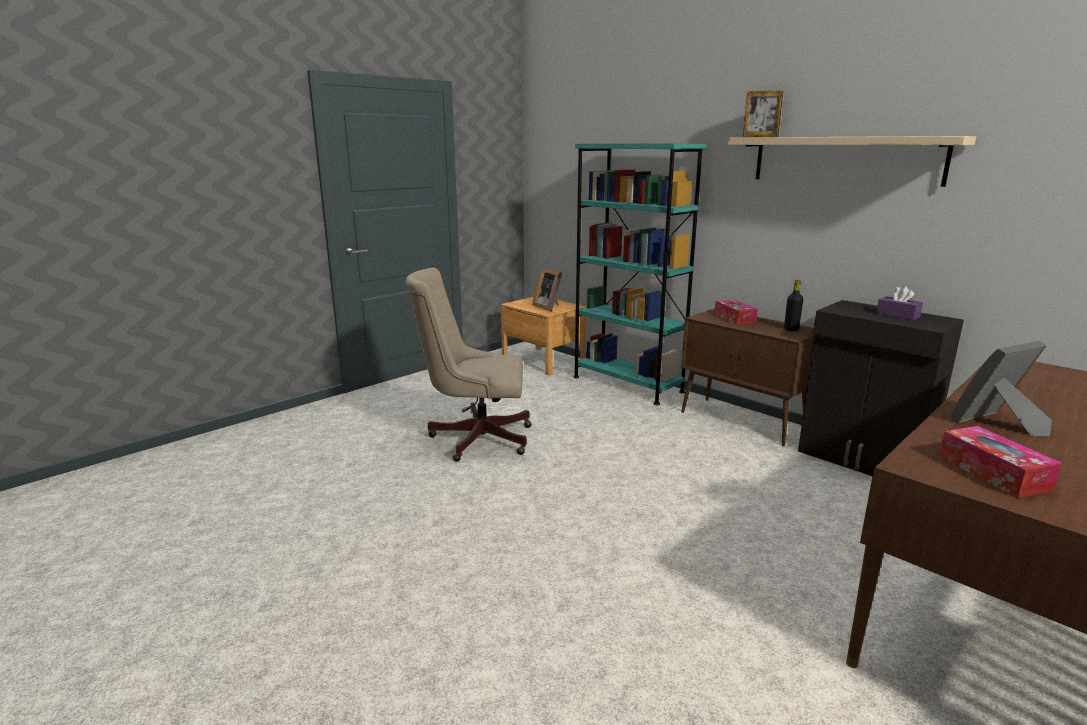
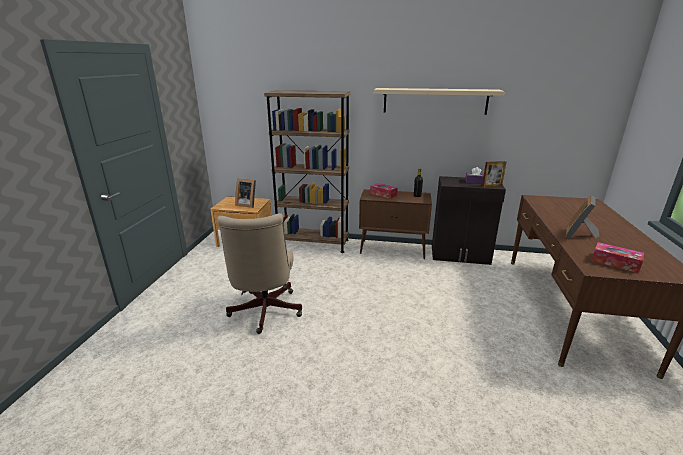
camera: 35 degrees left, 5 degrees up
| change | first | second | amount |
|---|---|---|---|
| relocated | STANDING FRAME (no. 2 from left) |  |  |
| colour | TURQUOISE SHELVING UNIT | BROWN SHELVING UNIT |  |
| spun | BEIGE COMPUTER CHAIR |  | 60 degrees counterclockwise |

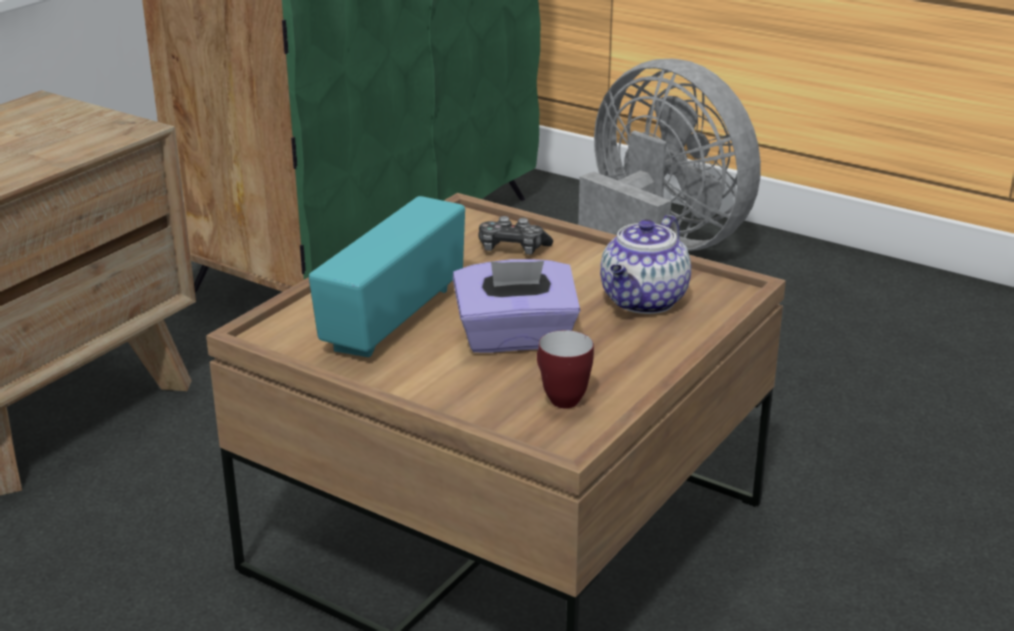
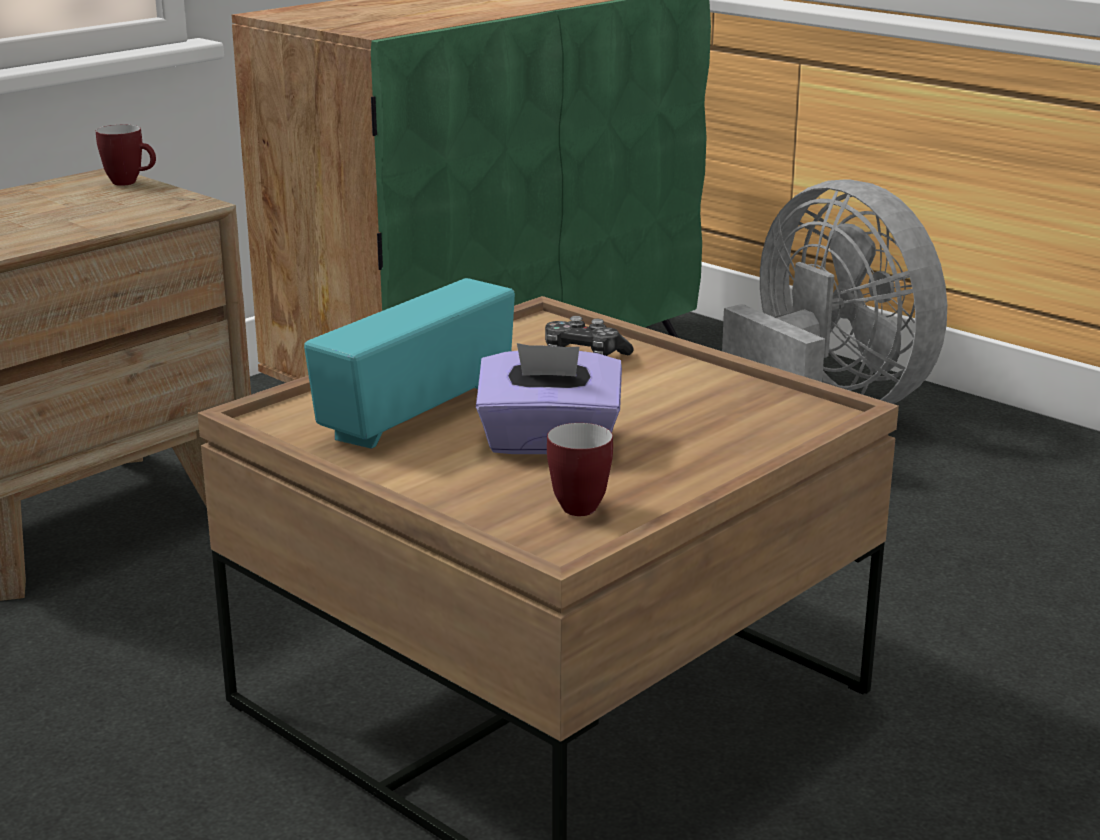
camera: 10 degrees right, 5 degrees down
| change | first | second | amount |
|---|---|---|---|
| missing | TEA POT |  |  |
| appeared |  | TEA MUG (no. 1 from left) |  |

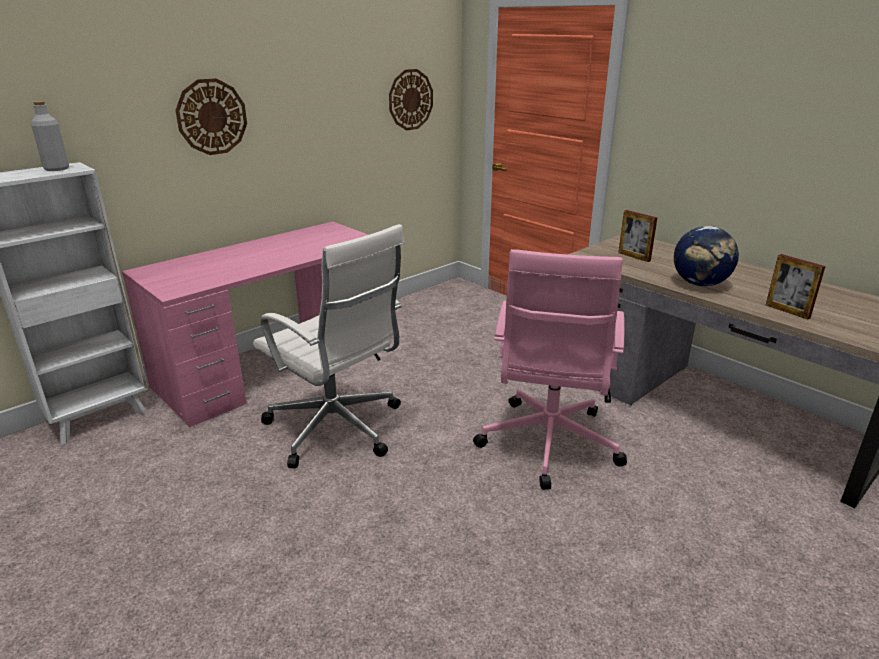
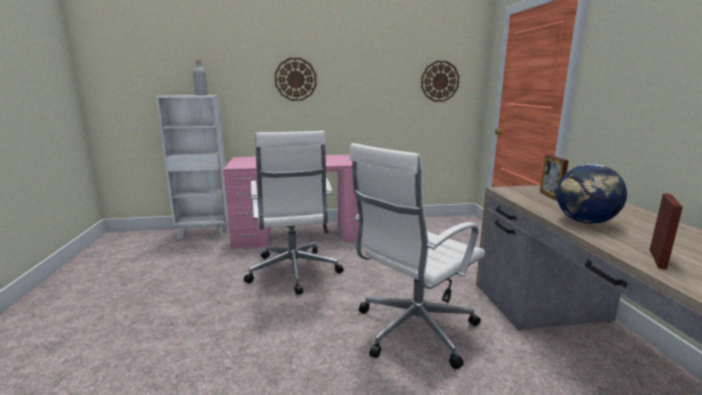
camera: 35 degrees right, 10 degrees down
| change | first | second | amount |
|---|---|---|---|
| colour | PINK-COLOURED COMPUTER CHAIR | WHITISH COMPUTER CHAIR (no. 2 from left) |  |
| spun | STANDING FRAME (no. 2 from left) |  | 150 degrees counterclockwise |

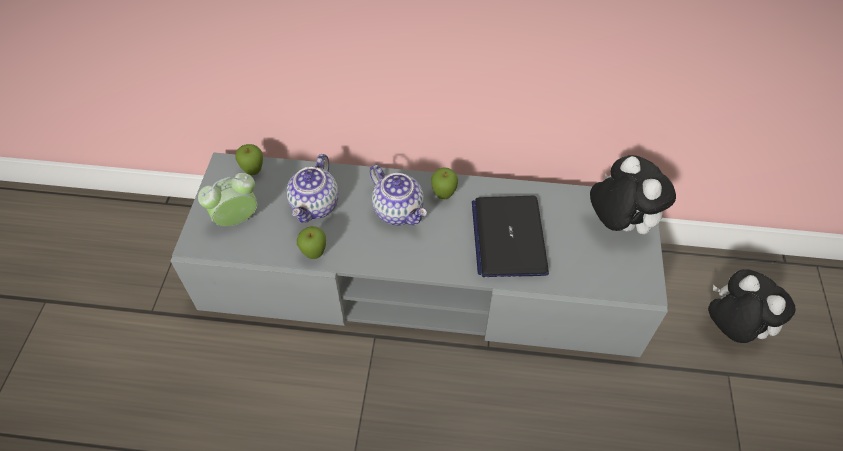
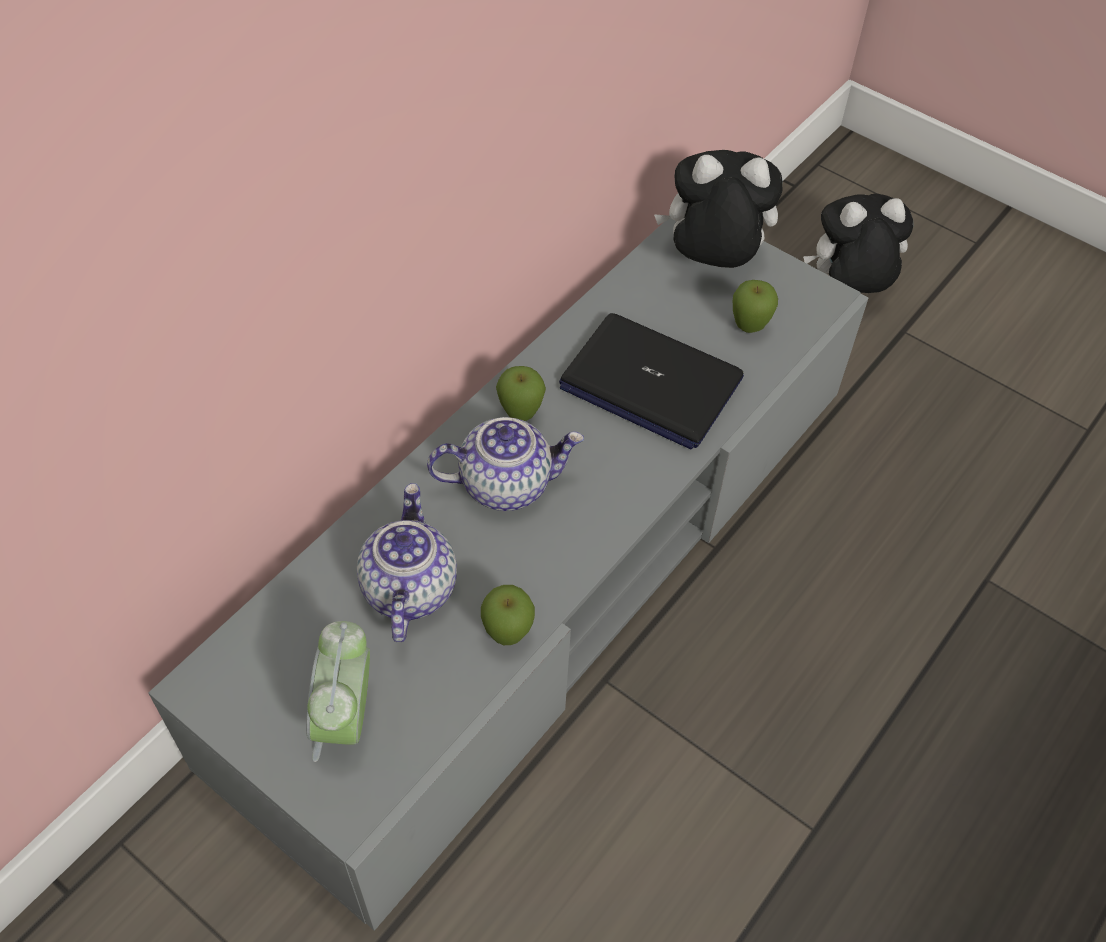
camera: 60 degrees left, 0 degrees up
| change | first | second | amount |
|---|---|---|---|
| relocated | APPLE (no. 1 from left in the first image) | APPLE (no. 3 from left) |  |
| spun | TEA POT (no. 1 from left) |  | 135 degrees counterclockwise |

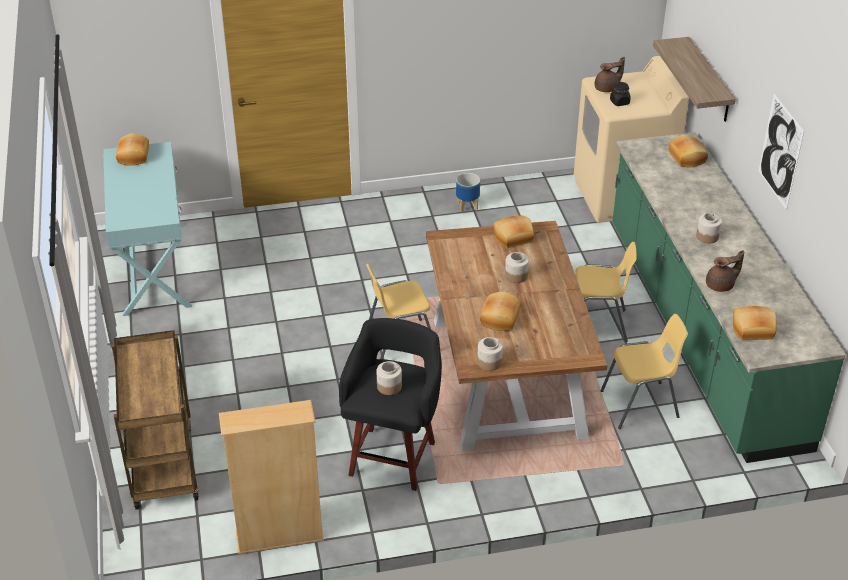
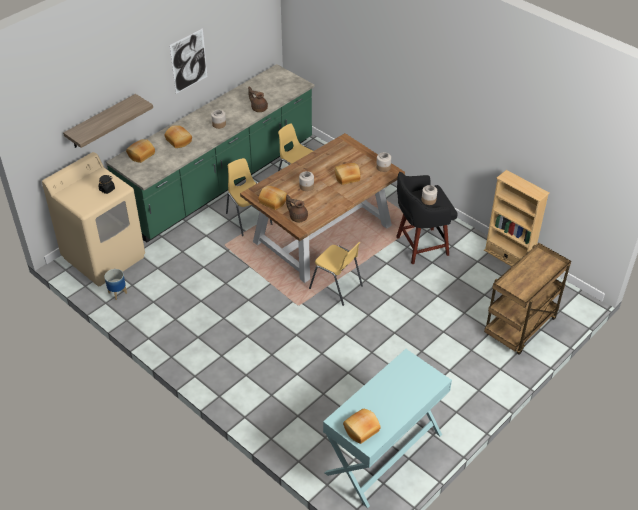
camera: 125 degrees left, 5 degrees up
| change | first | second | amount |
|---|---|---|---|
| relocated | PLANT POT |  |  |
| relocated | BROWN TEA POT (no. 1 from left in the first image) | BROWN TEA POT (no. 2 from left) |  |
| relocated | BAKERY BREAD (no. 5 from left in the first image) | BAKERY BREAD (no. 2 from left) |  |

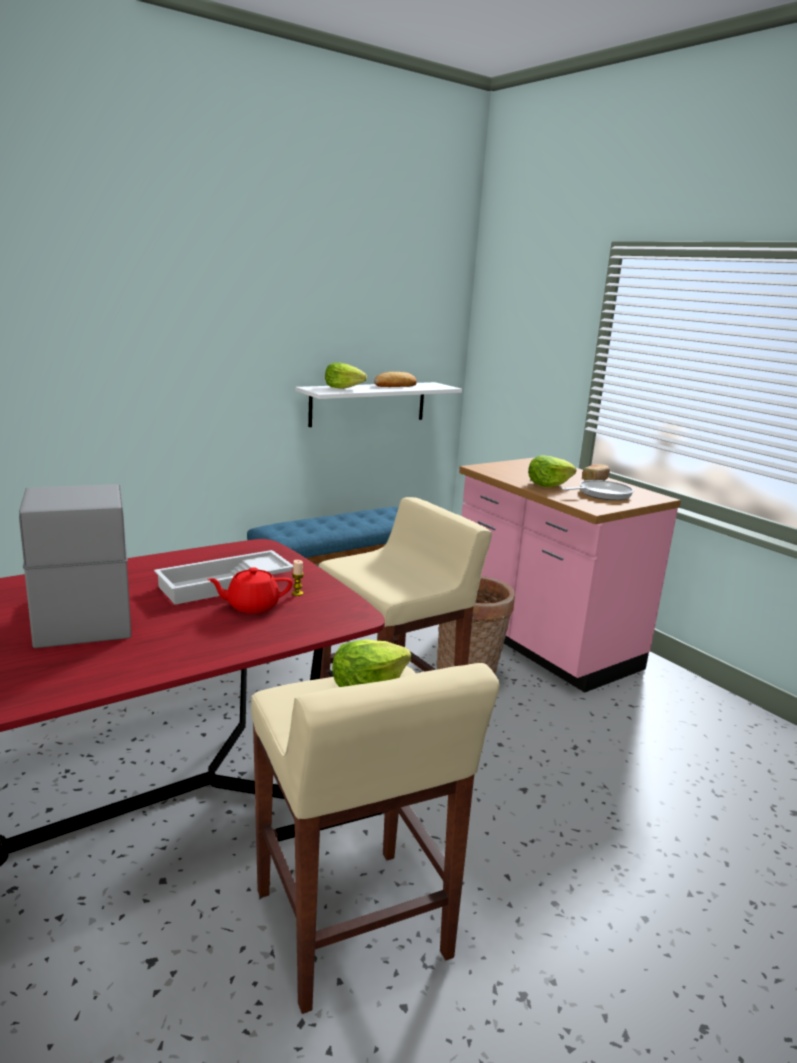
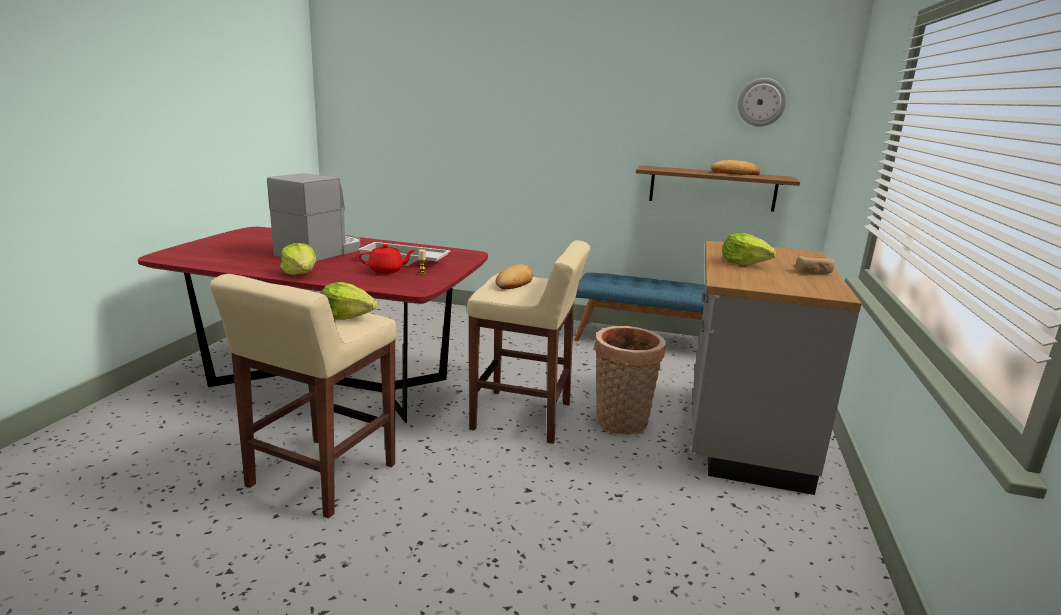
camera: 50 degrees right, 0 degrees up
| change | first | second | amount |
|---|---|---|---|
| missing | PAN |  |  |
| appeared |  | BAKERY BREAD (no. 1 from left) |  |
| appeared |  | WALL CLOCK |  |
| relocated | LETTUCE HEAD (no. 1 from left) |  |  |
| colour | WHITISH WALL SHELF | BROWN WALL SHELF |  |
| colour | PINK-COLOURED KITCHEN COUNTER | GREYISH KITCHEN COUNTER |  |
| spun | RED-COLOURED TEA POT |  | 135 degrees clockwise |

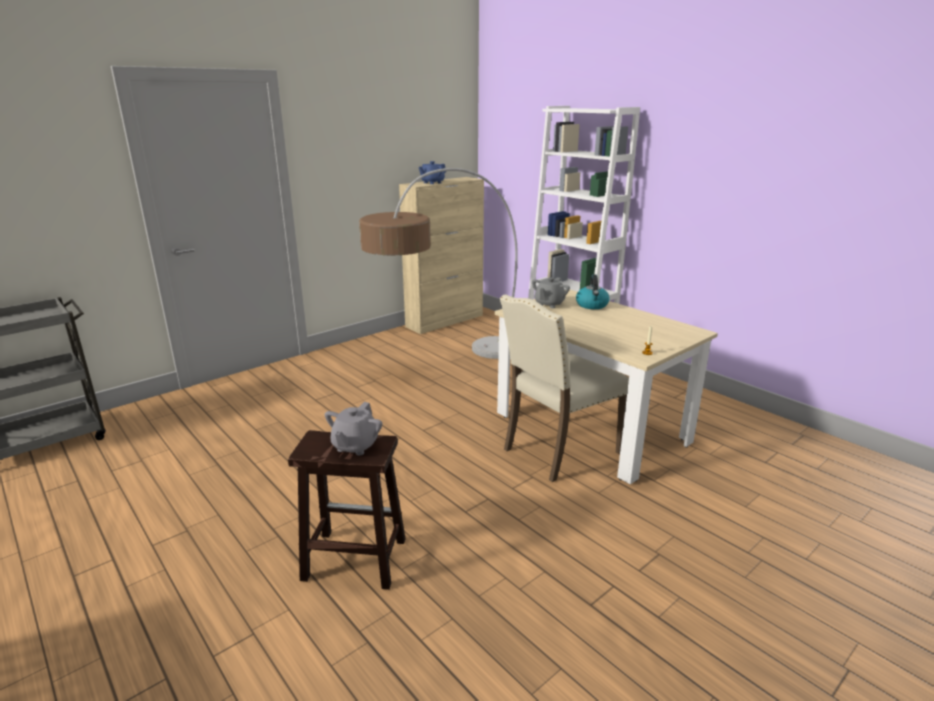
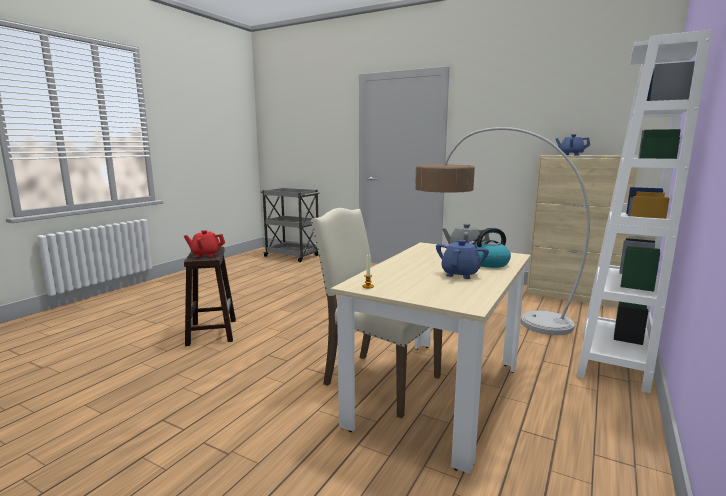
camera: 70 degrees right, 10 degrees down
| change | first | second | amount |
|---|---|---|---|
| appeared |  | BLUE TEA POT (no. 1 from left) |  |
| colour | GREYISH TEA POT (no. 1 from left) | RED-COLOURED TEA POT |  |

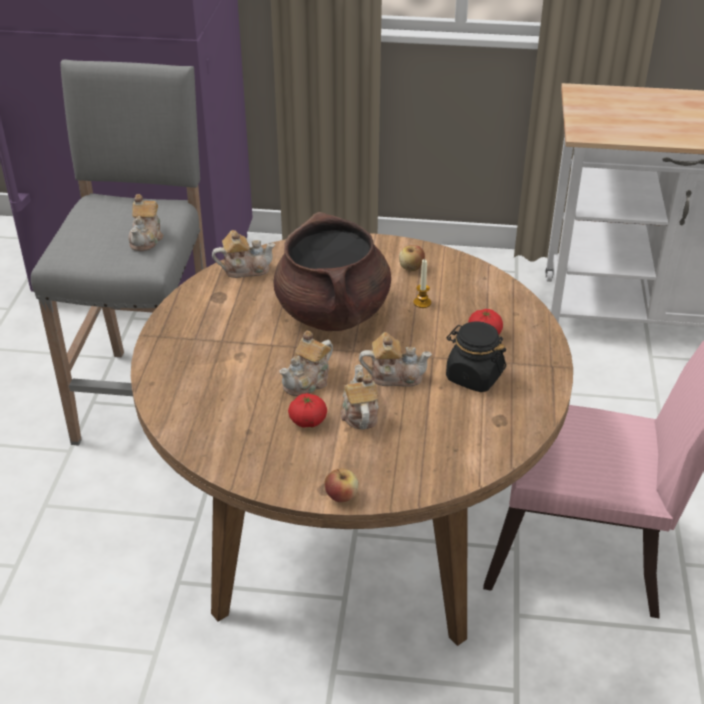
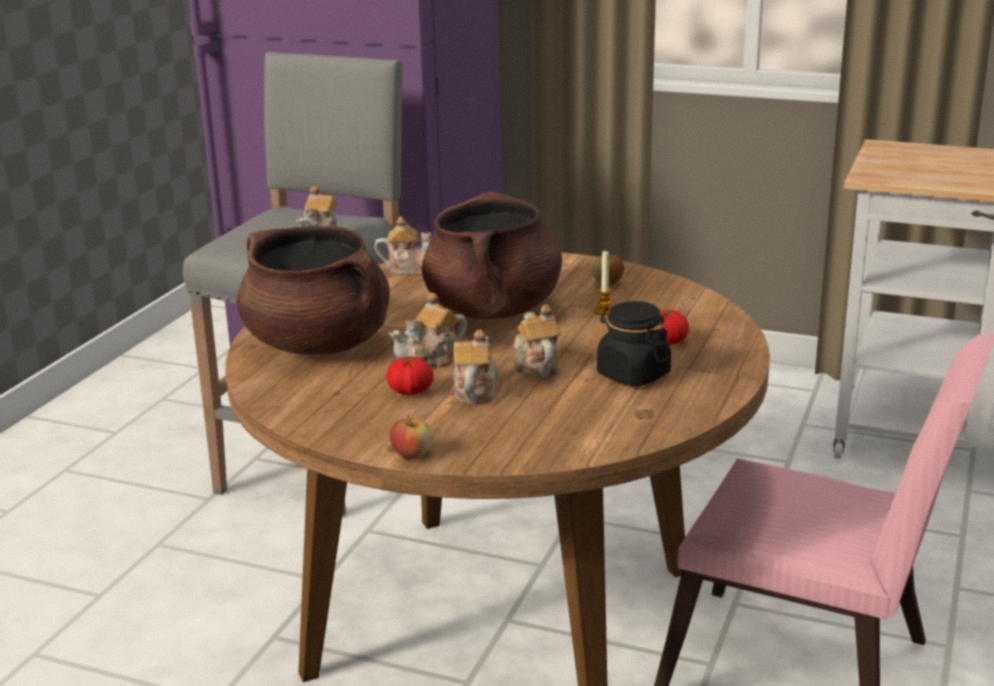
camera: 15 degrees right, 15 degrees down
| change | first | second | amount |
|---|---|---|---|
| appeared |  | BROWN COOKING POT (no. 1 from left) |  |
| spun | TEA POT (no. 5 from left) |  | 120 degrees counterclockwise |

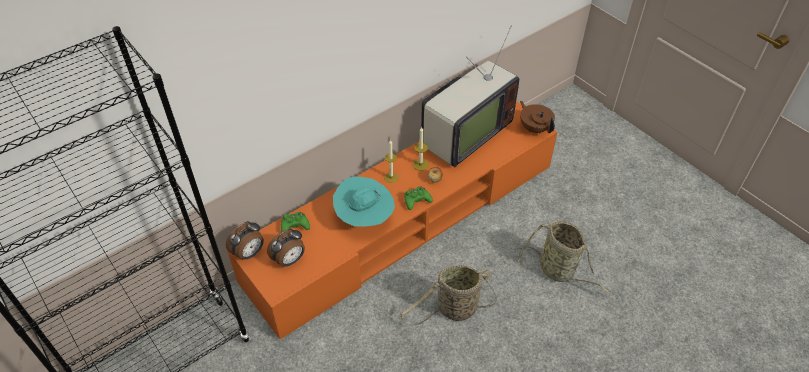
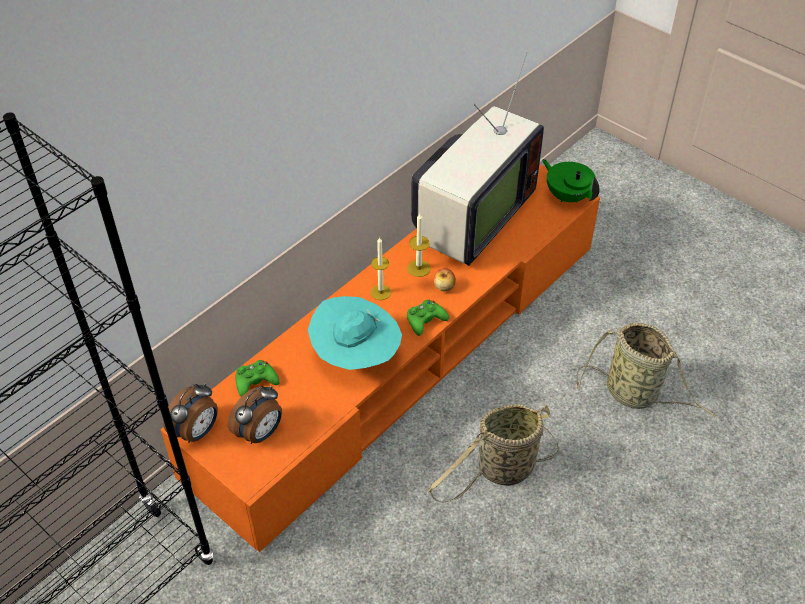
camera: 10 degrees left, 0 degrees up
| change | first | second | amount |
|---|---|---|---|
| colour | BROWN TEA POT | GREEN-COLOURED TEA POT |  |

